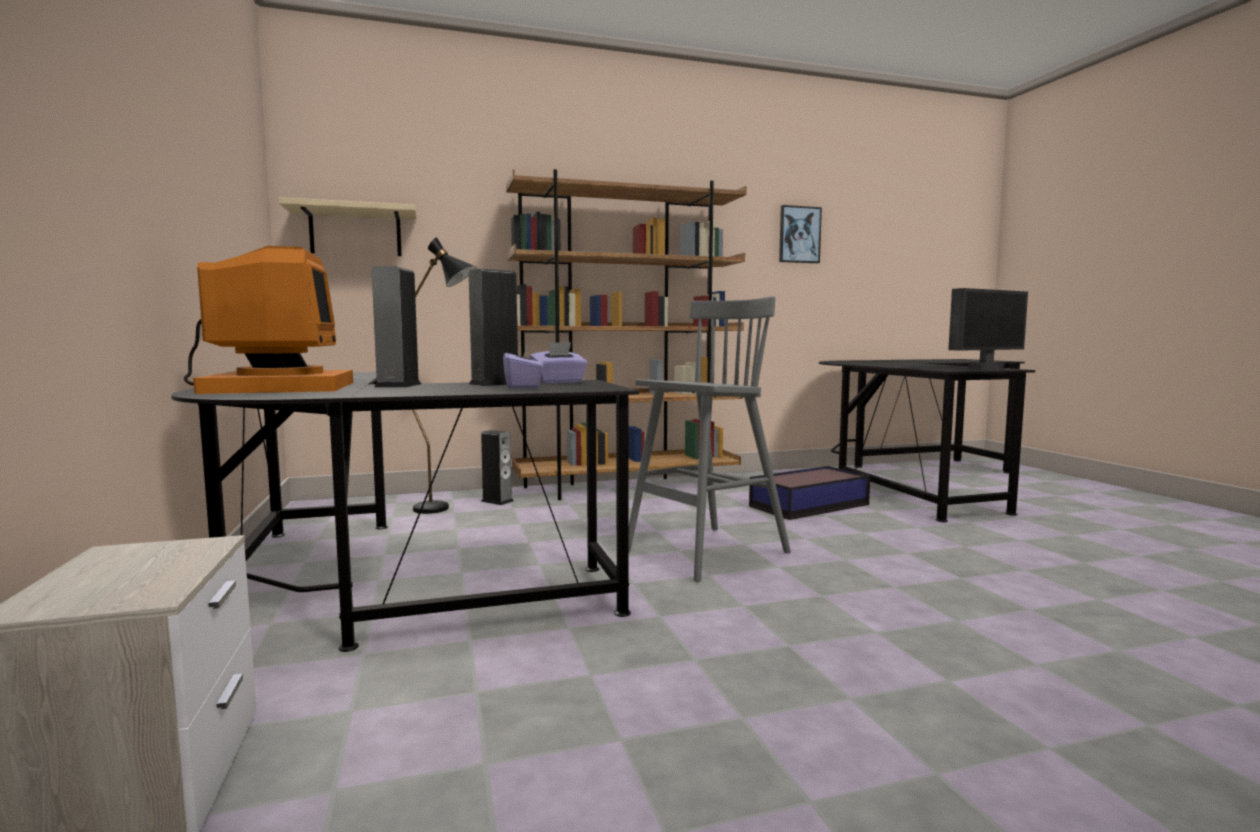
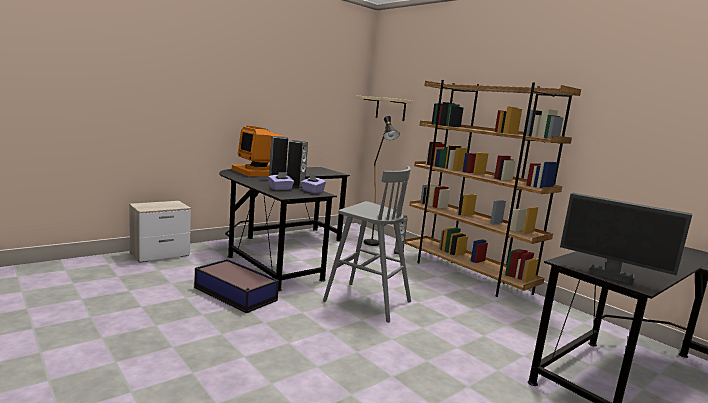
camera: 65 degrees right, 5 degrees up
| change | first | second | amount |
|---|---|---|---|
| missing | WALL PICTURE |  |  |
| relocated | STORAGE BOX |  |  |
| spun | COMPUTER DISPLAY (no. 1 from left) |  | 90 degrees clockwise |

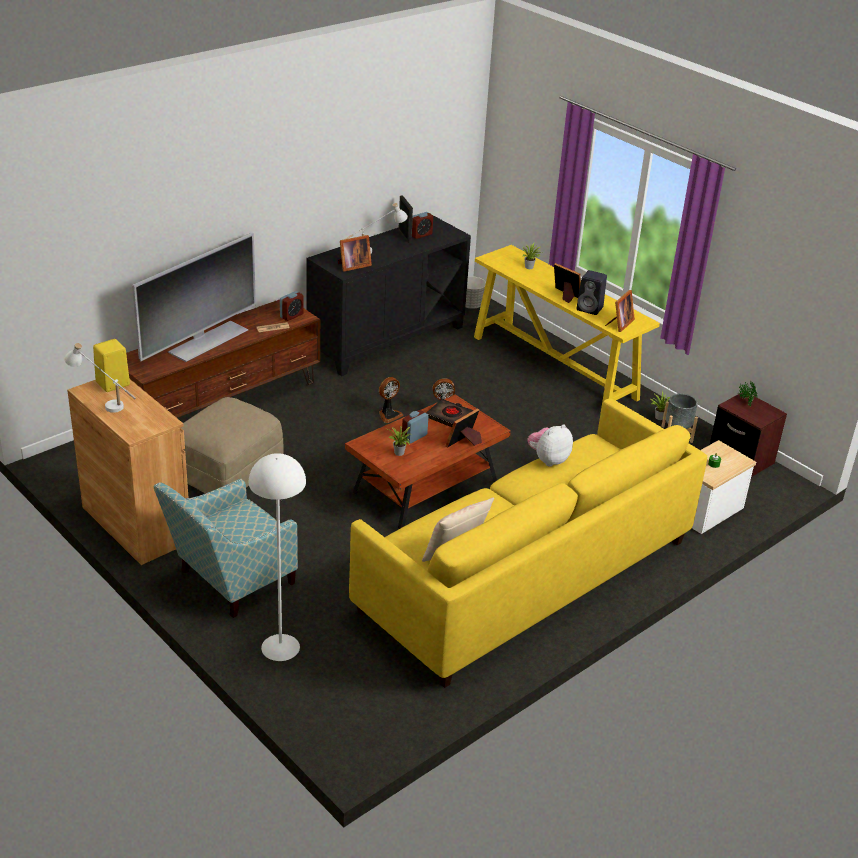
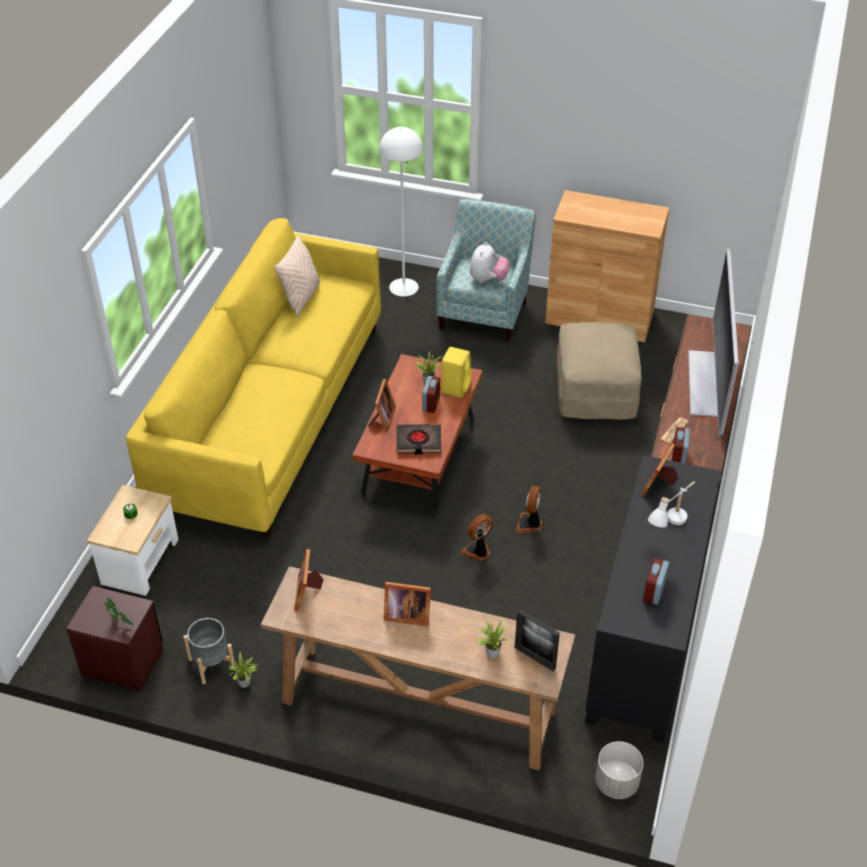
camera: 150 degrees right, 10 degrees up
| change | first | second | amount |
|---|---|---|---|
| missing | WHITISH TABLE LAMP (no. 1 from left) |  |  |
| missing | BLACK AUDIO SPEAKER |  |  |
| relocated | YELLOW AUDIO SPEAKER |  |  |
| relocated | STANDING FRAME (no. 2 from left in the first image) | STANDING FRAME (no. 4 from left) |  |
| relocated | SOFT TOY |  |  |
| colour | YELLOW CONSOLE TABLE | BROWN CONSOLE TABLE |  |

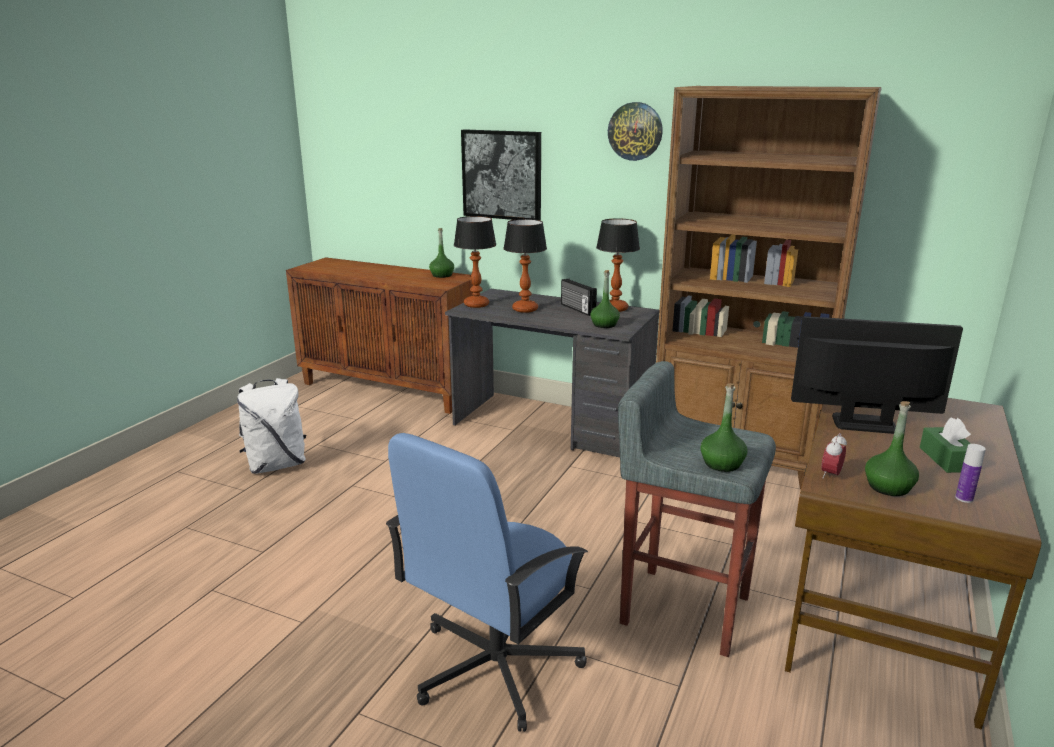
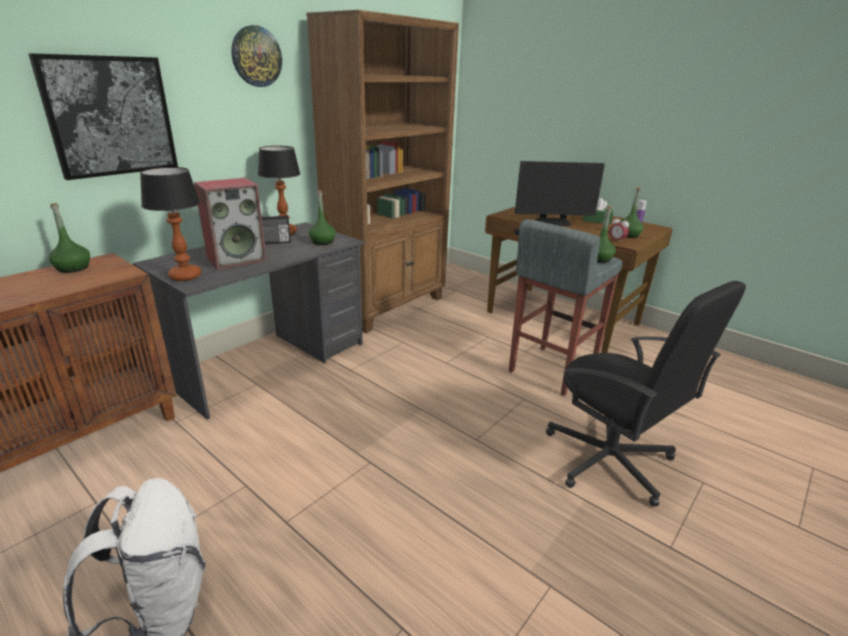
camera: 75 degrees left, 5 degrees up
| change | first | second | amount |
|---|---|---|---|
| exchanged | TABLE LAMP (no. 2 from left) | AUDIO SPEAKER |  |
| colour | BLUE COMPUTER CHAIR | BLACK COMPUTER CHAIR |  |
| spun | COMPUTER DISPLAY |  | 120 degrees counterclockwise |

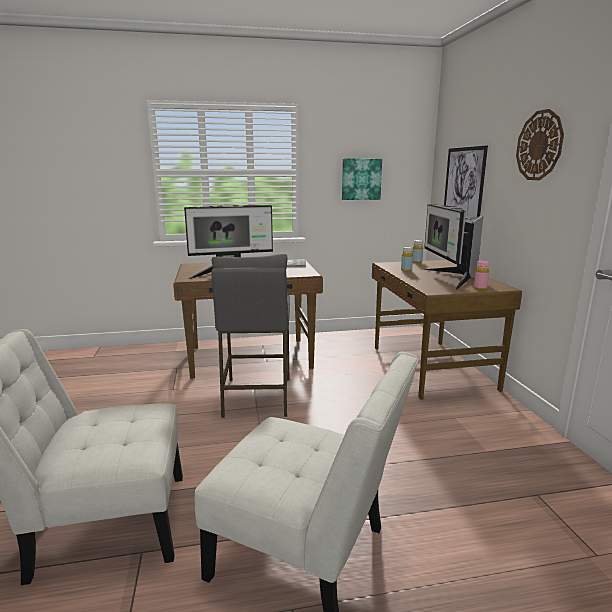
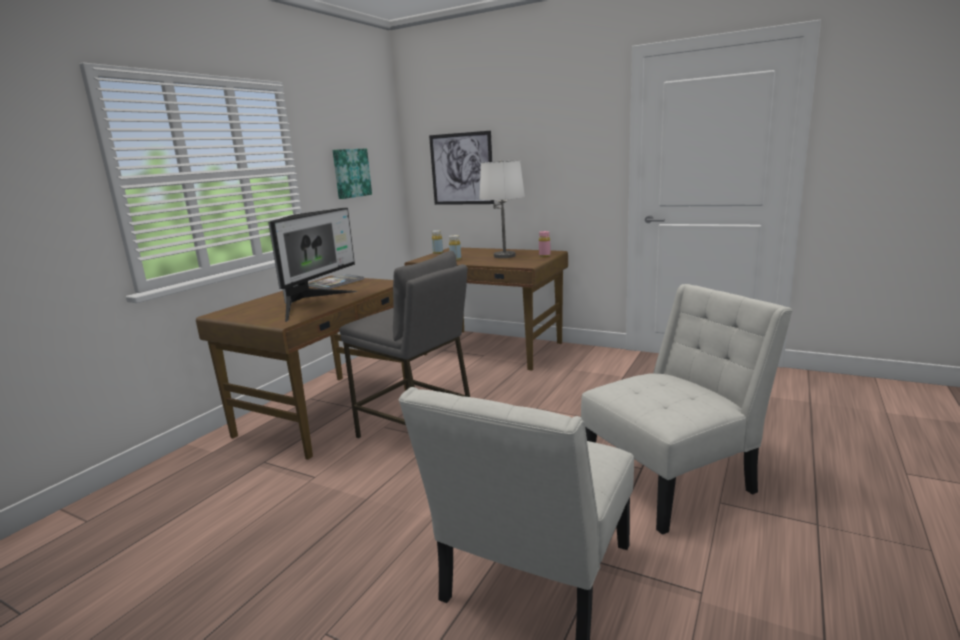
camera: 50 degrees left, 0 degrees up
| change | first | second | amount |
|---|---|---|---|
| missing | WALL CLOCK |  |  |
| exchanged | COMPUTER DISPLAY (no. 2 from left) | WHITISH TABLE LAMP |  |

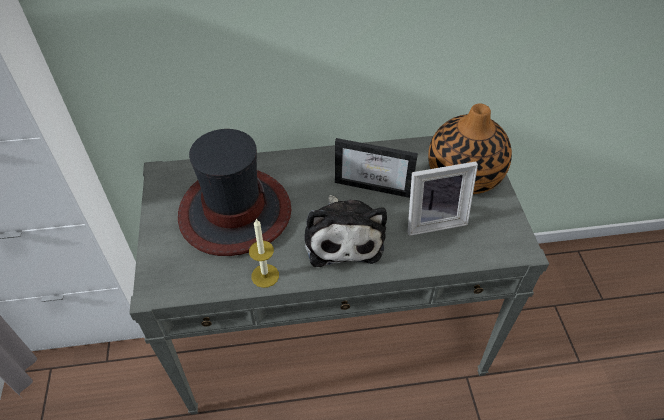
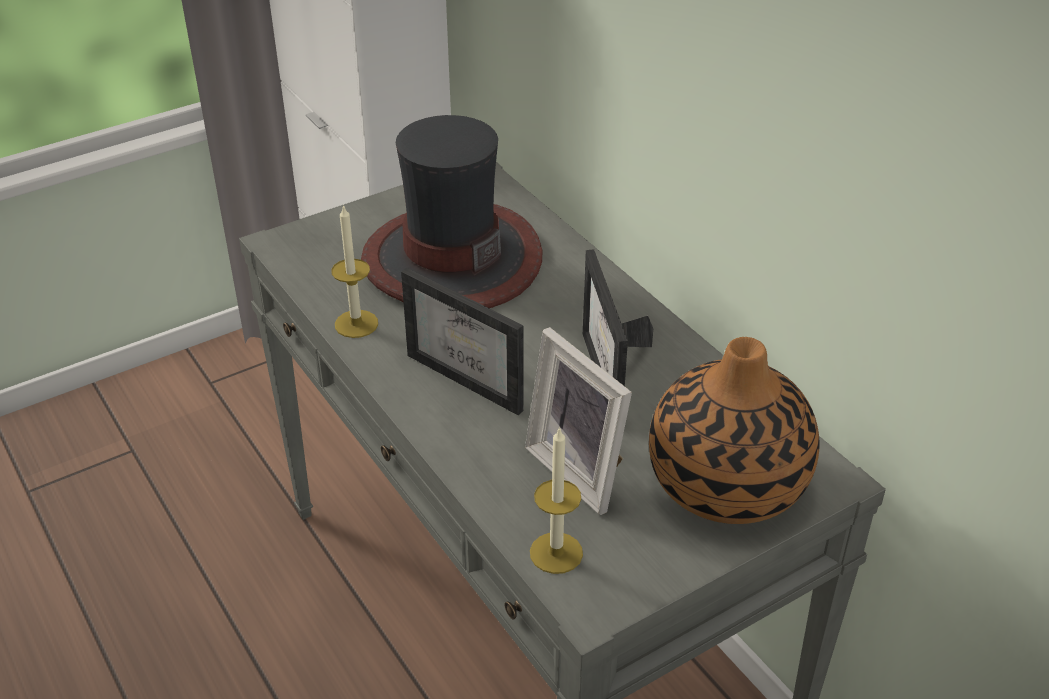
camera: 65 degrees right, 10 degrees down
| change | first | second | amount |
|---|---|---|---|
| appeared |  | WAX CANDLE (no. 2 from left) |  |
| exchanged | SOFT TOY | STANDING FRAME (no. 1 from left) |  |

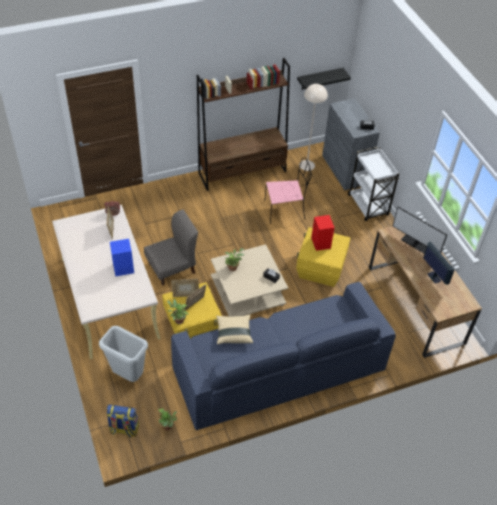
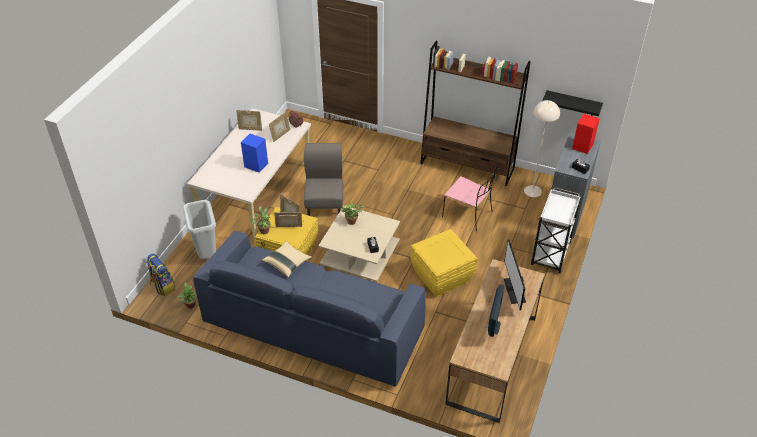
camera: 45 degrees right, 5 degrees down
| change | first | second | amount |
|---|---|---|---|
| appeared |  | STANDING FRAME (no. 1 from left) |  |
| relocated | RED-COLOURED AUDIO SPEAKER |  |  |
| spun | GREYISH CHAIR |  | 105 degrees counterclockwise |

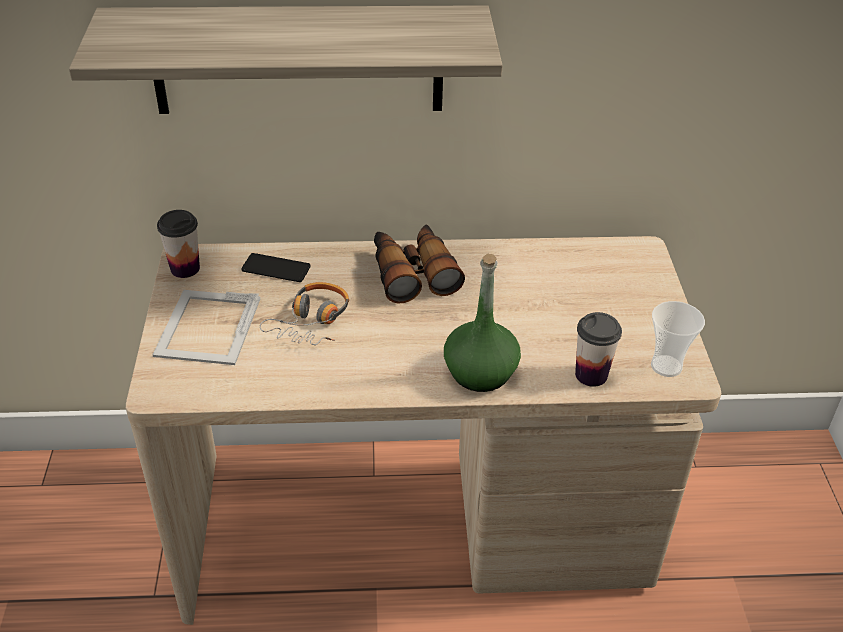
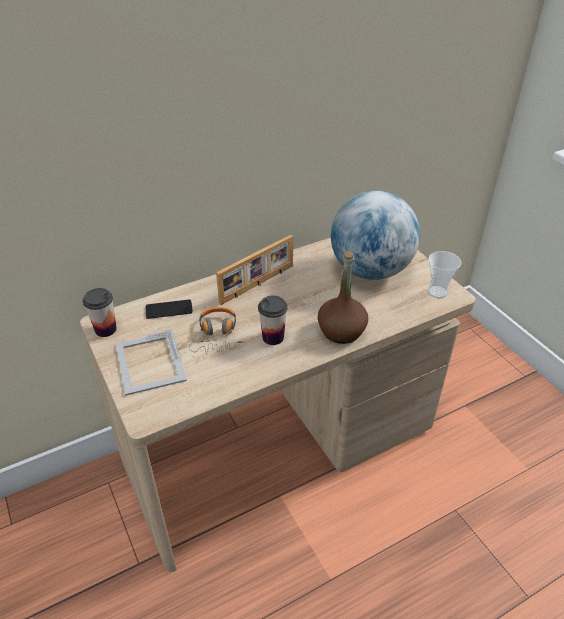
camera: 25 degrees left, 0 degrees up
| change | first | second | amount |
|---|---|---|---|
| missing | WALL SHELF |  |  |
| appeared |  | GLOBE |  |
| relocated | DRINKING CUP (no. 2 from left) |  |  |
| exchanged | FIELD GLASSES | STANDING FRAME (no. 2 from left) |  |
| colour | GREEN-COLOURED DRINK BOTTLE | BROWN DRINK BOTTLE |  |

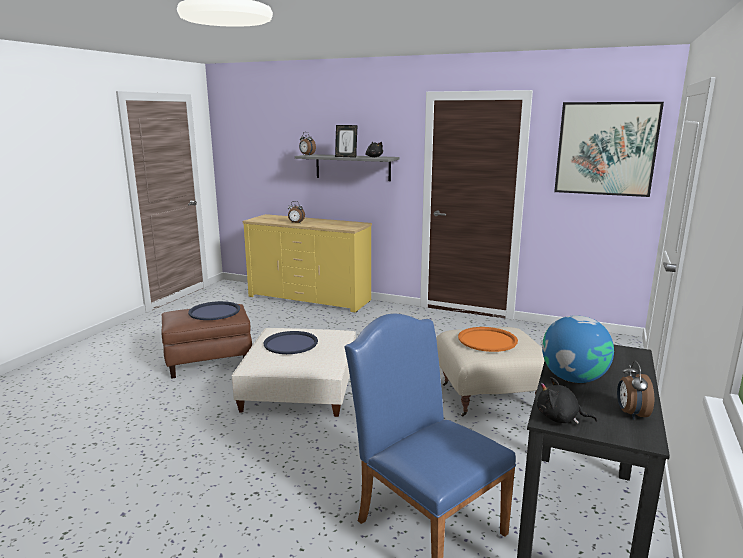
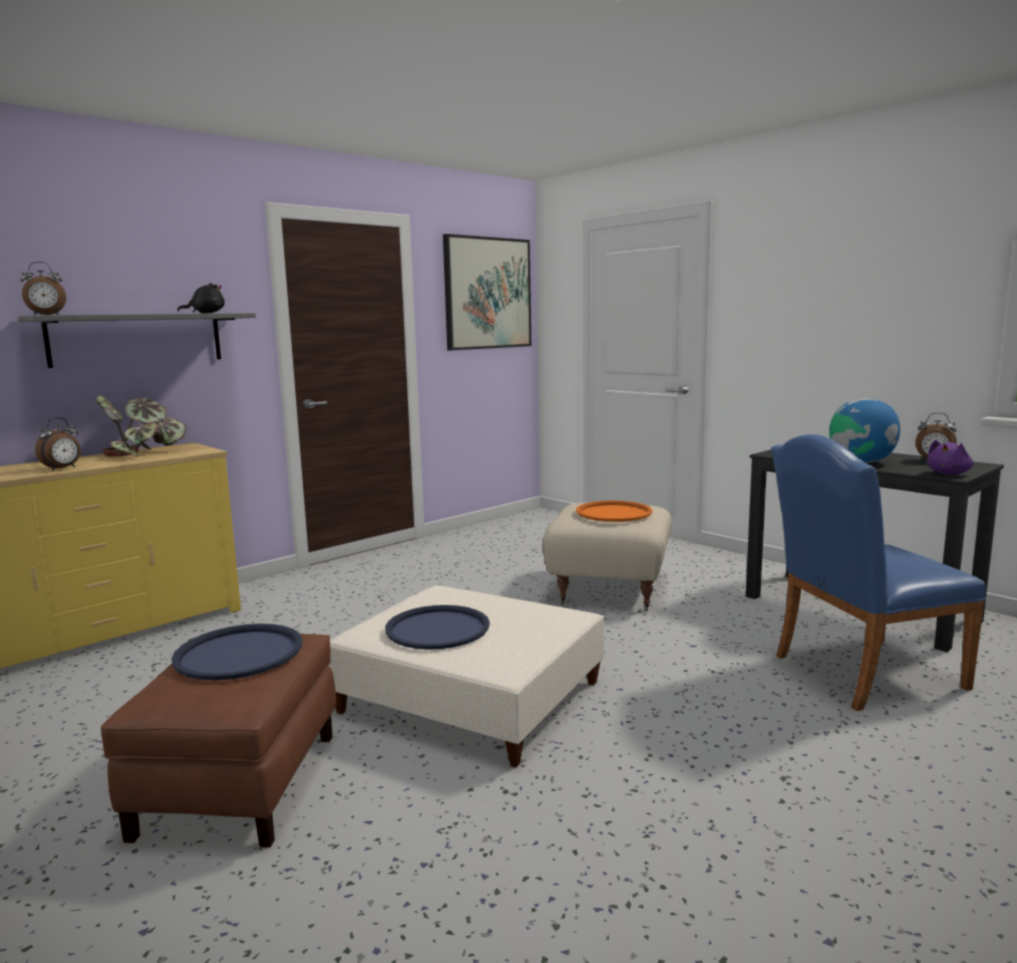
camera: 65 degrees left, 5 degrees down
| change | first | second | amount |
|---|---|---|---|
| missing | STANDING FRAME |  |  |
| appeared |  | HOUSEPLANT |  |
| colour | BLACK SOFT TOY (no. 2 from left) | PURPLISH SOFT TOY |  |

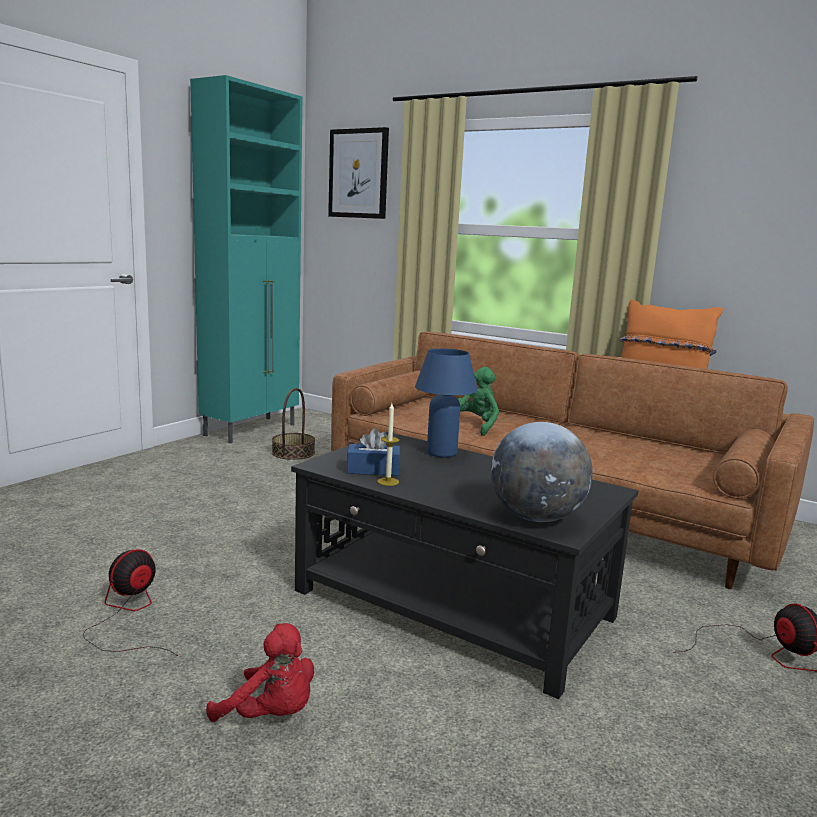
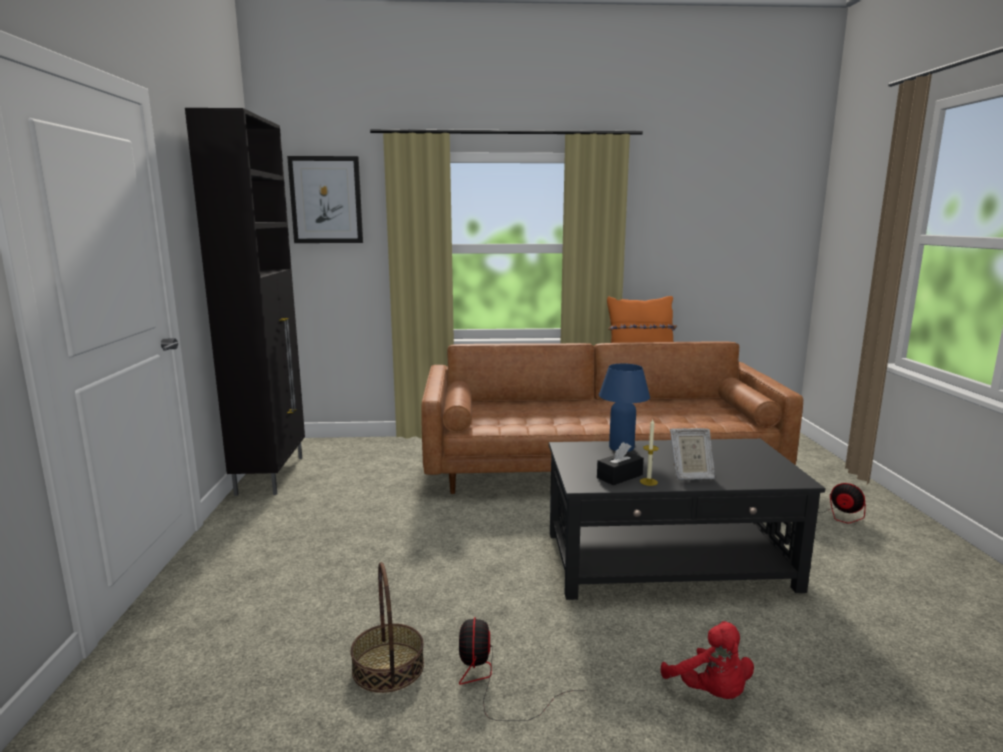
camera: 35 degrees left, 0 degrees up
| change | first | second | amount |
|---|---|---|---|
| missing | GREEN-COLOURED SOFT TOY |  |  |
| missing | GLOBE |  |  |
| appeared |  | STANDING FRAME |  |
| relocated | BASKET |  |  |
| colour | TURQUOISE STORAGE CABINET | BLACK STORAGE CABINET |  |
| colour | BLUE TISSUE HOLDER | BLACK TISSUE HOLDER |  |
| spun | RED-COLOURED SOFT TOY |  | 75 degrees clockwise |

